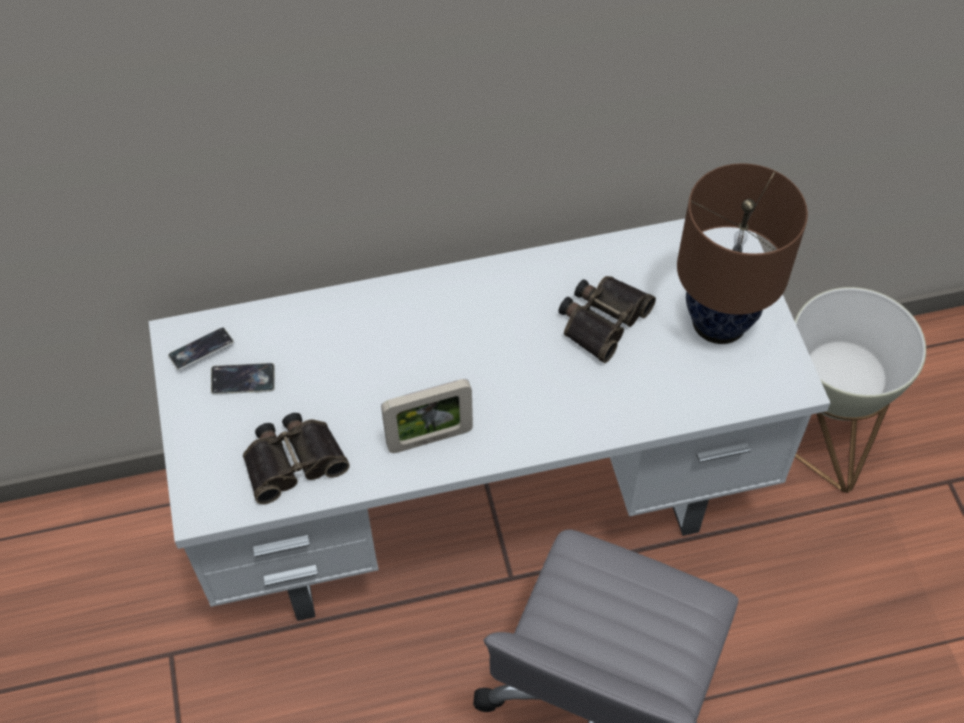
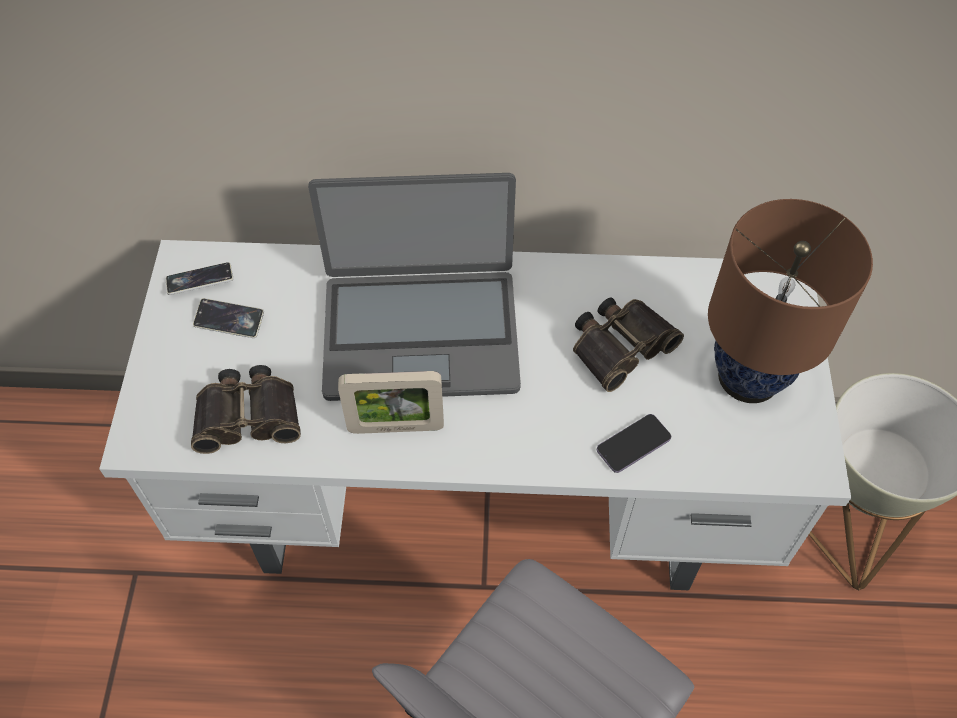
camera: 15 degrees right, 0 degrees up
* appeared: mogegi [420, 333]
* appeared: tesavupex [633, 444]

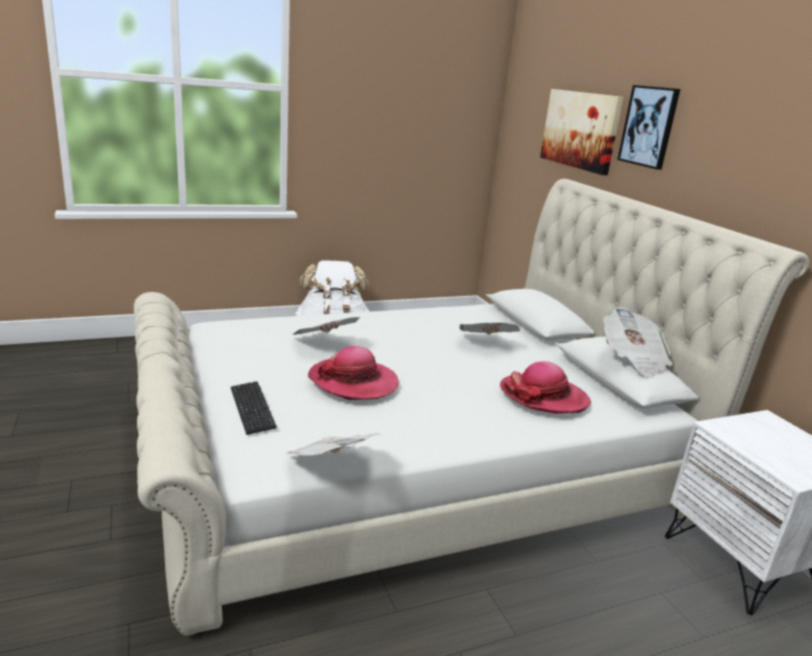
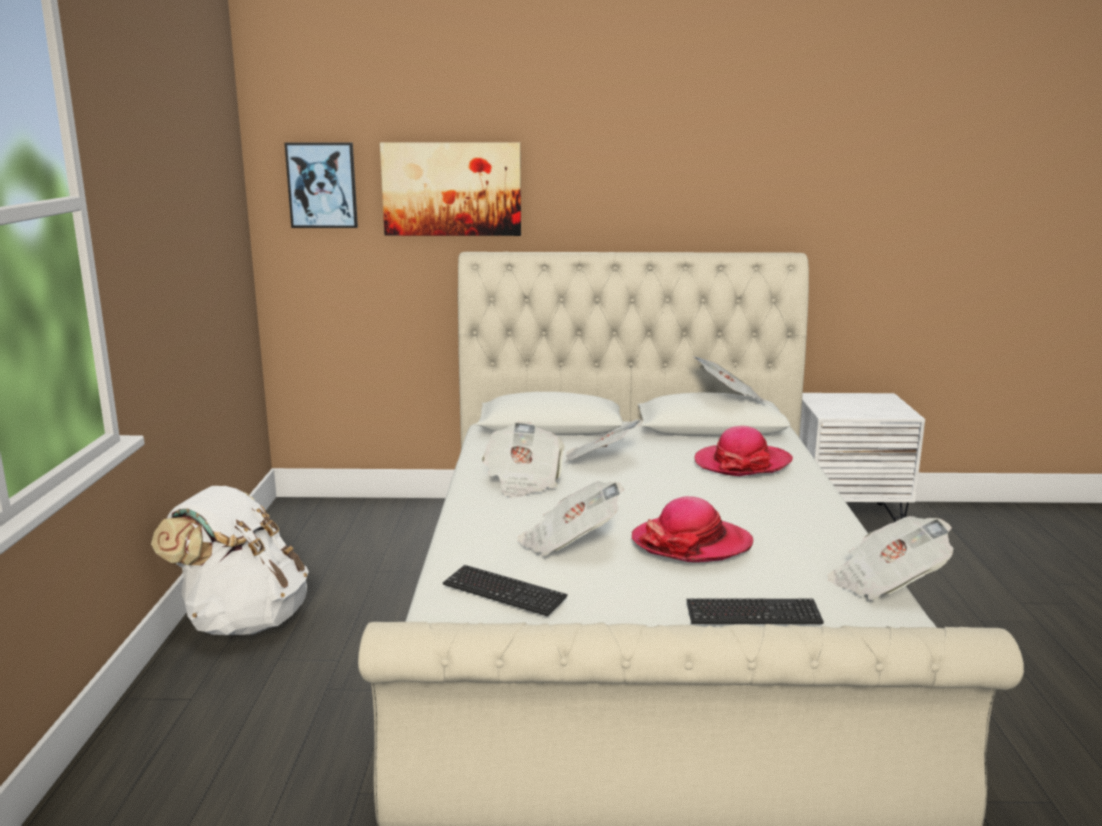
camera: 65 degrees left, 5 degrees down
* relocated: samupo [649, 126] to [322, 185]
* appeared: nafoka [504, 592]
* appeared: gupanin [523, 481]

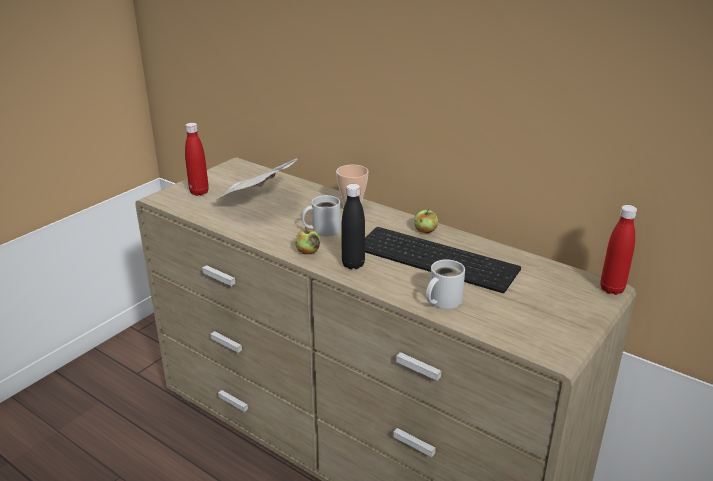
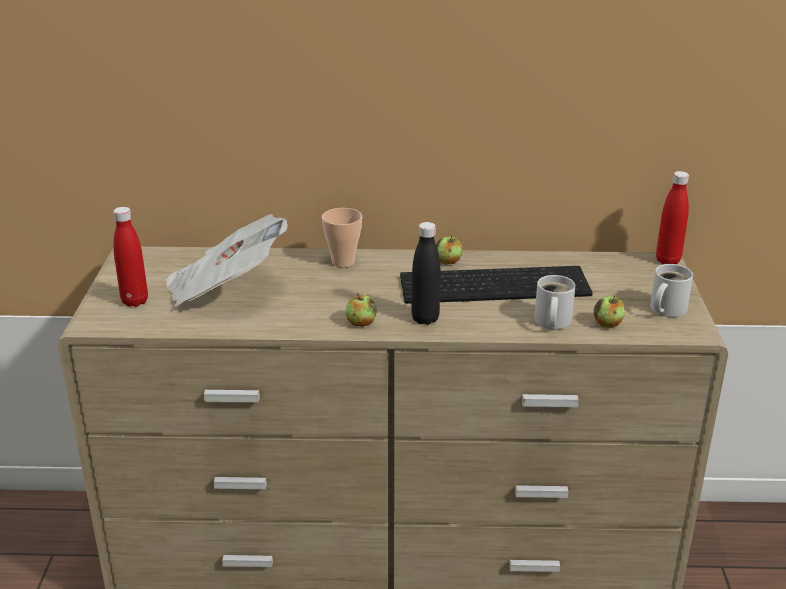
camera: 35 degrees left, 0 degrees up
* appeared: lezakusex [607, 324]
* relocated: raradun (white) [323, 229] to [665, 309]

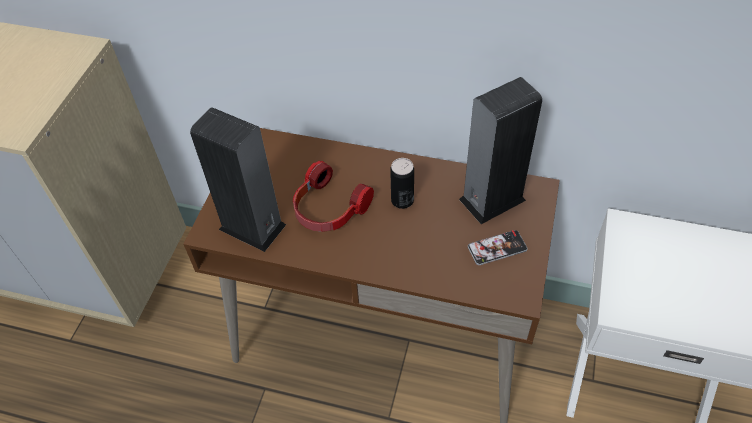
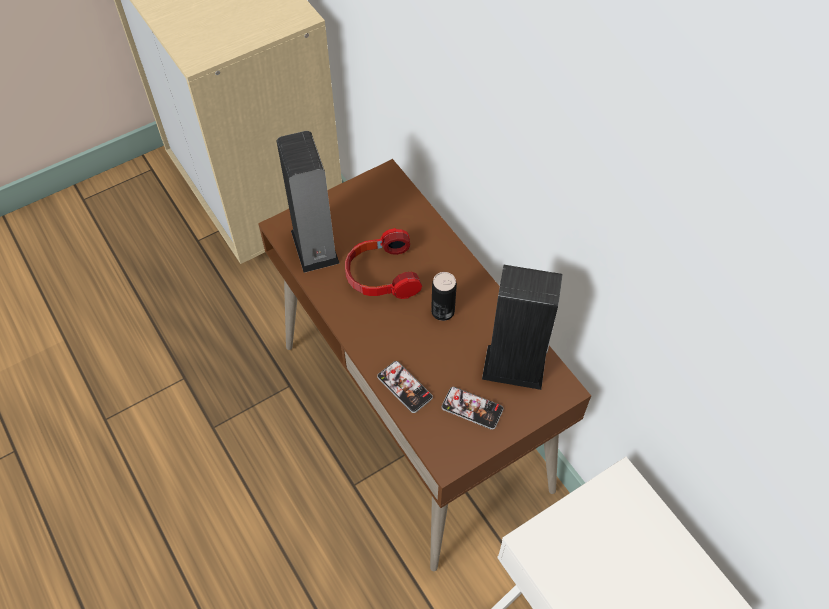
camera: 40 degrees right, 5 degrees up
* appeared: tesavupex [404, 387]

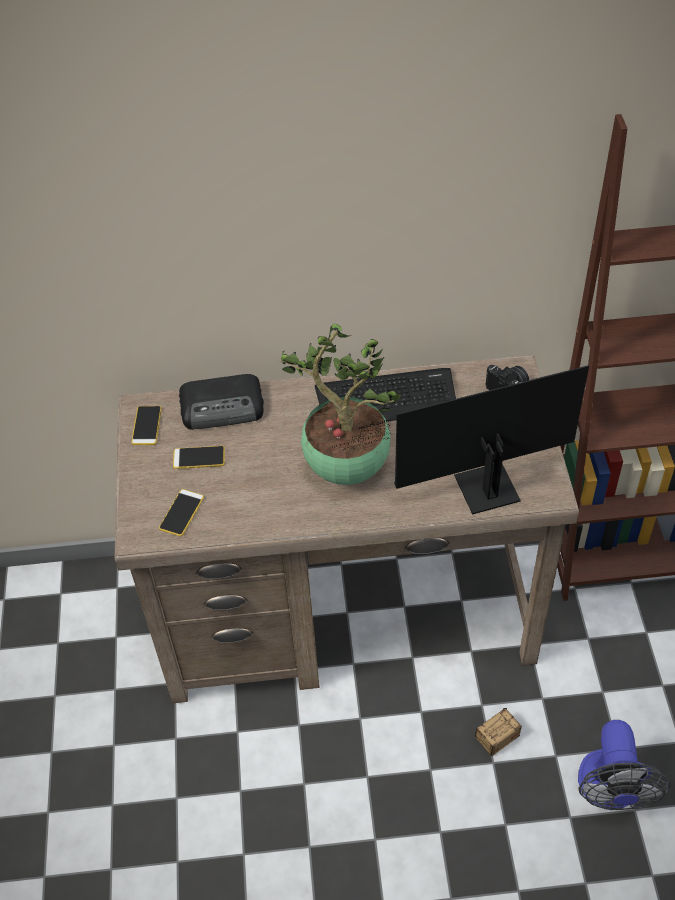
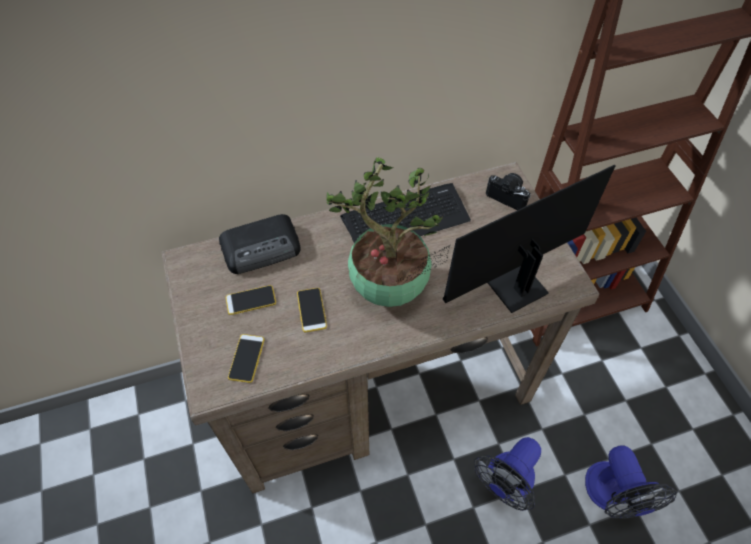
camera: 15 degrees left, 5 degrees up
* relocated: tesavupex [147, 426] to [311, 310]
* exchanged: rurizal [477, 751] to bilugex [505, 483]

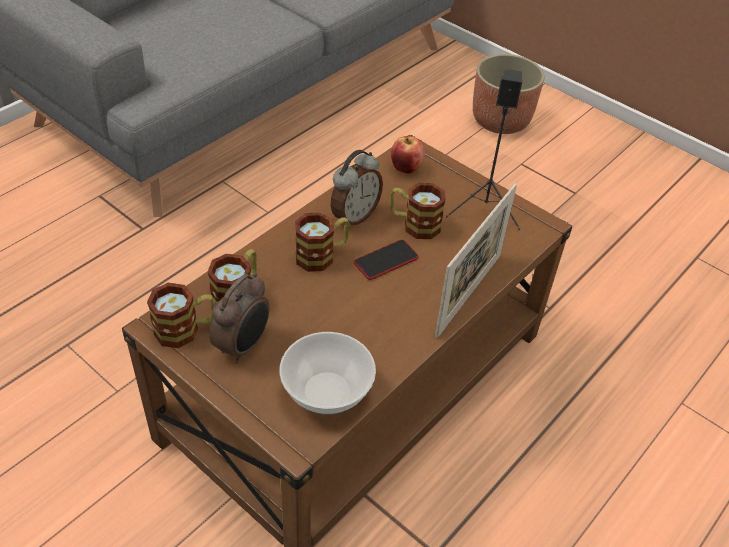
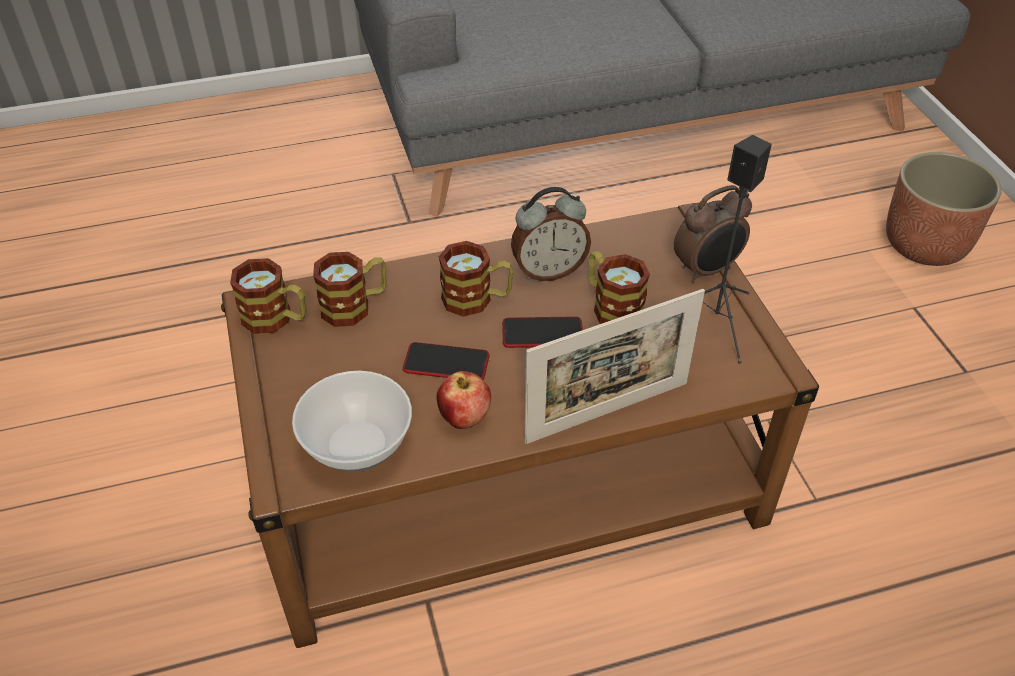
camera: 35 degrees right, 0 degrees up
* appeared: tesavupex [446, 363]
* relocated: lezakusex [406, 168] to [464, 418]
* relocated: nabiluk [243, 346] to [707, 270]

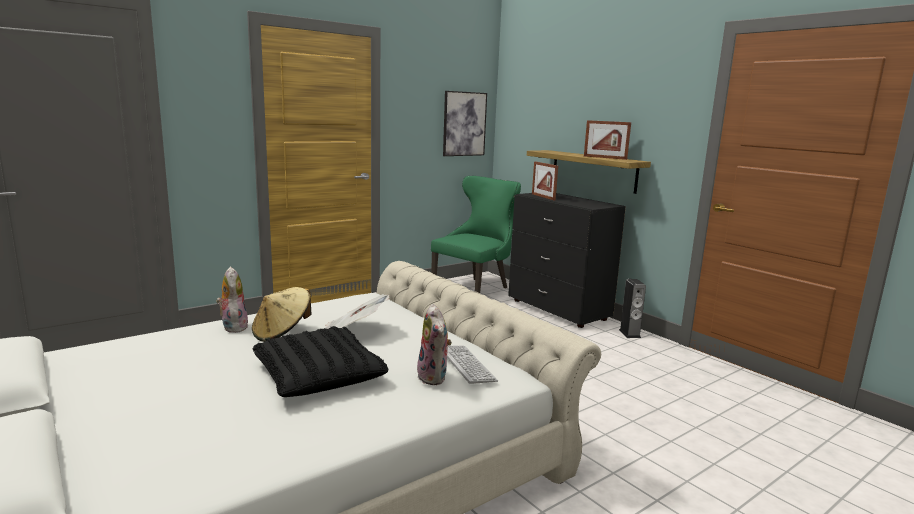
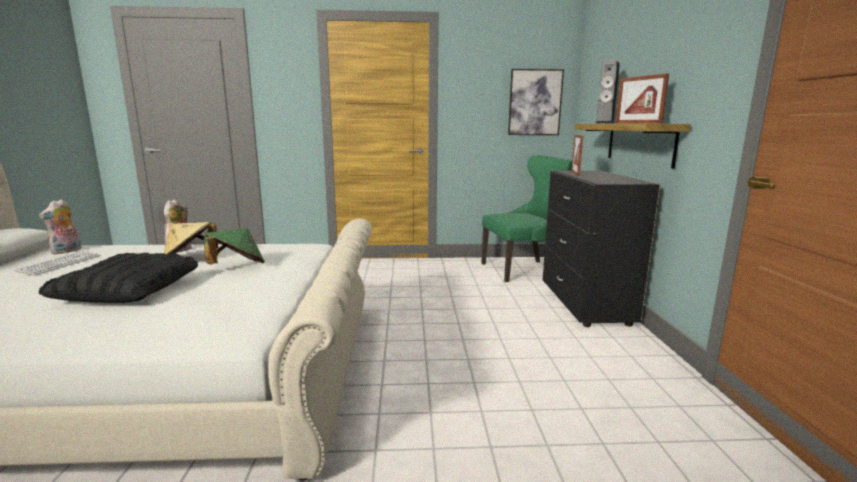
camera: 35 degrees right, 0 degrees up
* relocated: nafoka [467, 365] to [60, 264]
* relocated: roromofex [434, 377] to [67, 251]
* exchanged: gupanin [355, 330] to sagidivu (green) [236, 267]
* relocated: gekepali [629, 333] to [604, 123]

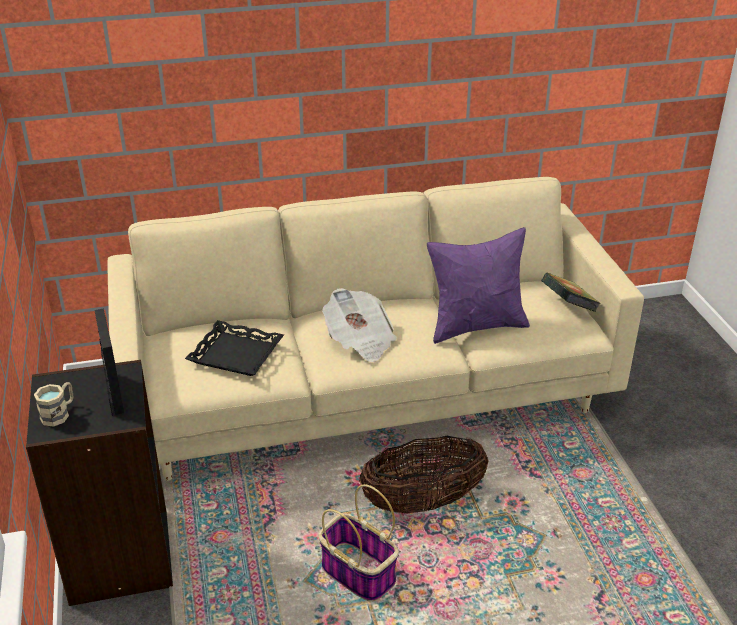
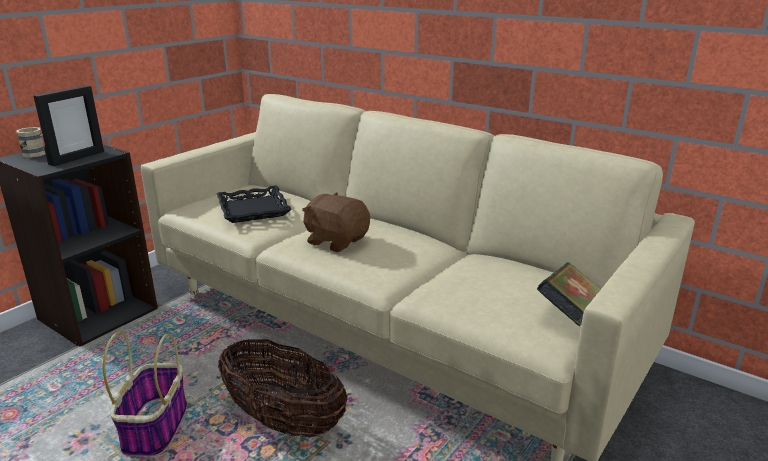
camera: 50 degrees right, 10 degrees down
* exchanged: gupanin [360, 341] to roromofex (brown) [336, 241]
* missing: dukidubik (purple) [476, 326]

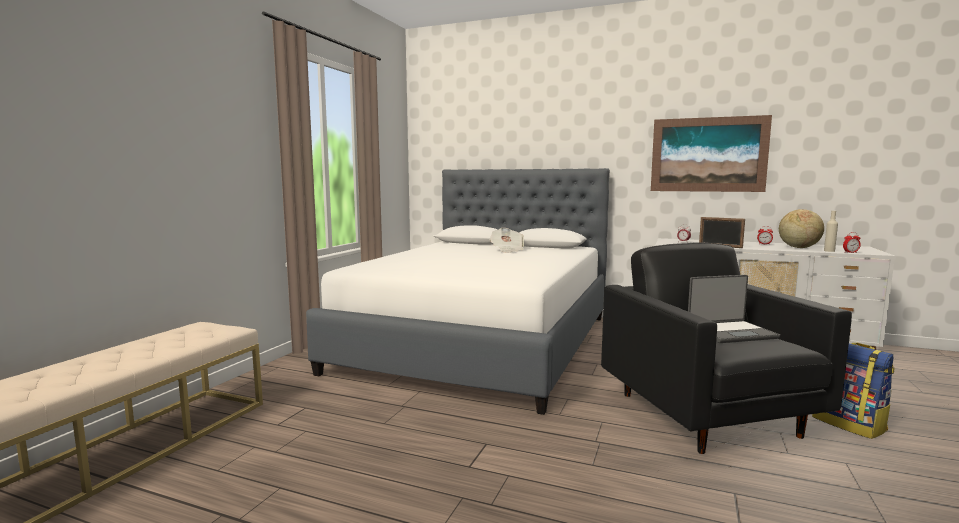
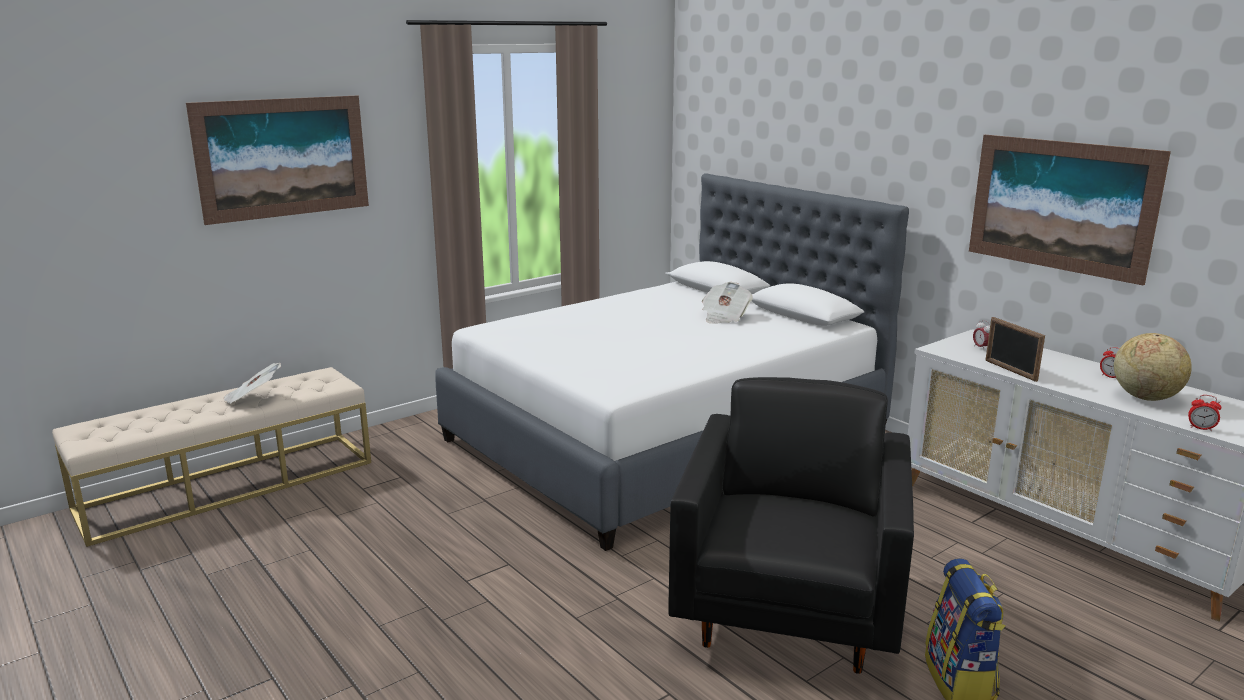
camera: 30 degrees right, 10 degrees up
* appeared: samupo [283, 157]
* appeared: gupanin [253, 398]
* missing: mogegi [730, 333]
* missing: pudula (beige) [829, 251]

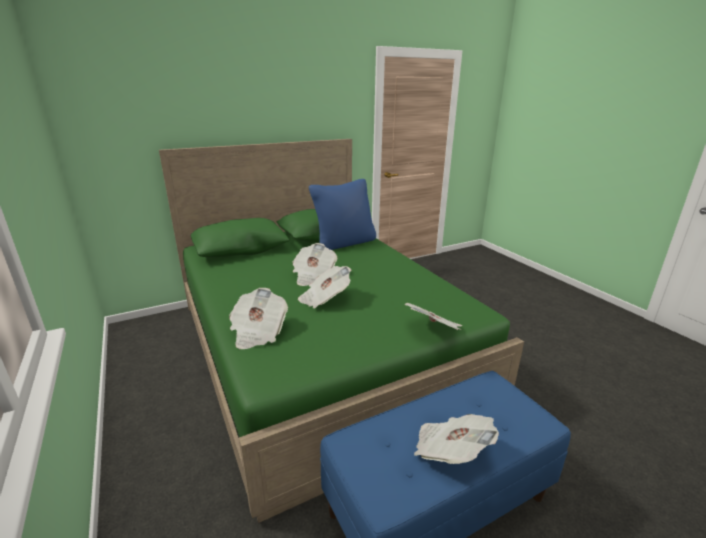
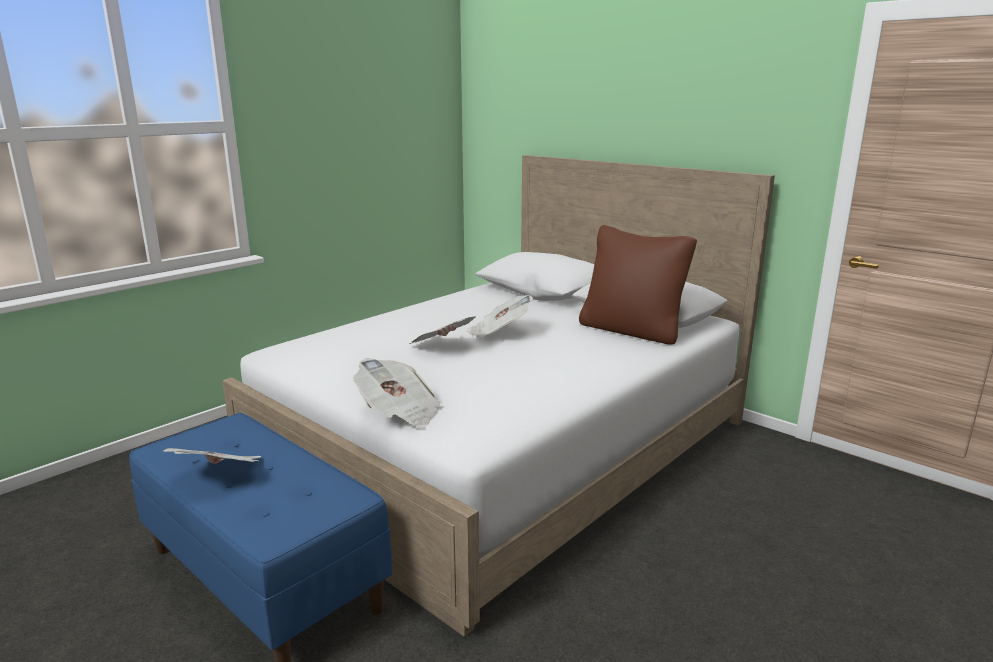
camera: 70 degrees right, 5 degrees down
* colour: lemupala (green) [321, 349] to lemupala (white) [507, 446]
* colour: dukidubik (blue) [344, 243] to dukidubik (brown) [632, 330]
* missing: gupanin [258, 332]

